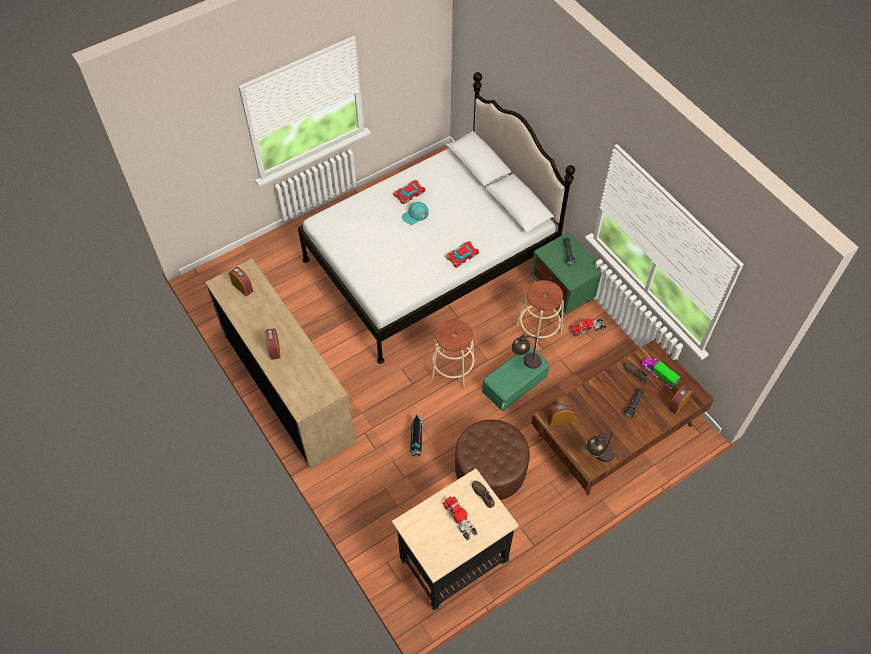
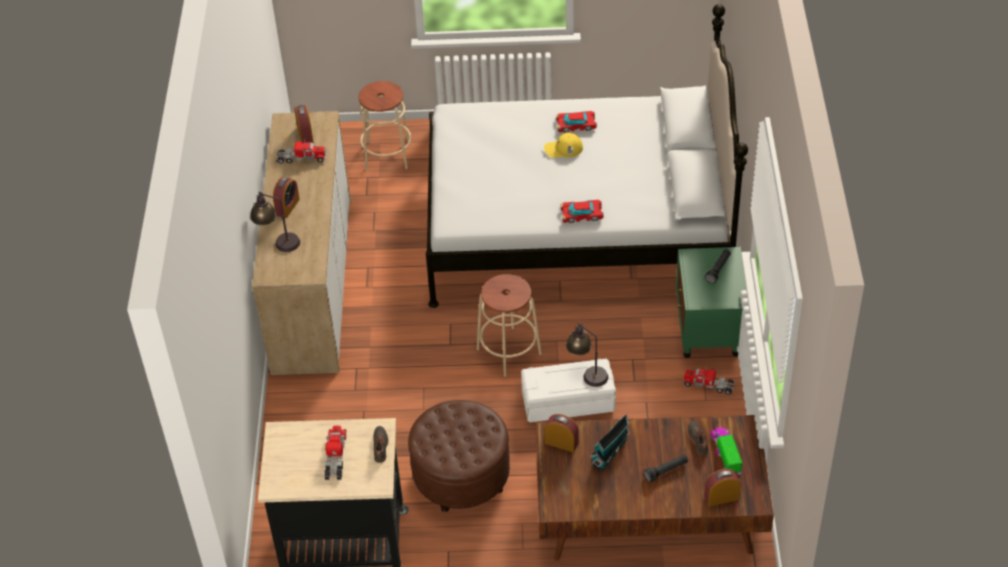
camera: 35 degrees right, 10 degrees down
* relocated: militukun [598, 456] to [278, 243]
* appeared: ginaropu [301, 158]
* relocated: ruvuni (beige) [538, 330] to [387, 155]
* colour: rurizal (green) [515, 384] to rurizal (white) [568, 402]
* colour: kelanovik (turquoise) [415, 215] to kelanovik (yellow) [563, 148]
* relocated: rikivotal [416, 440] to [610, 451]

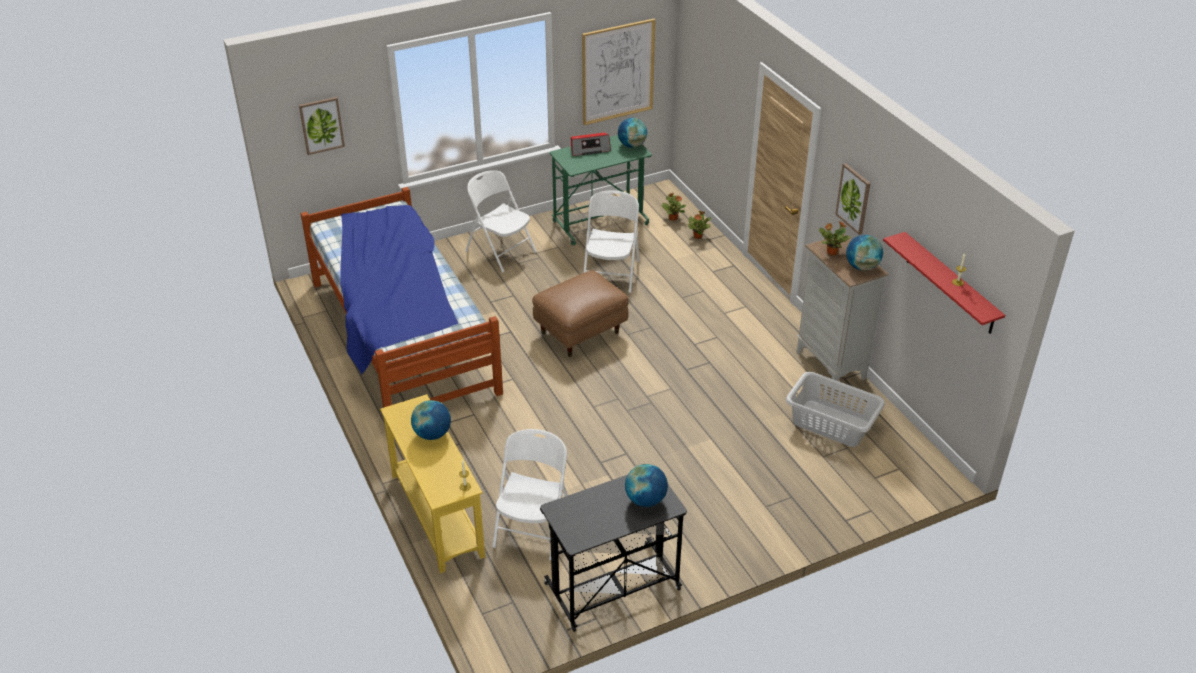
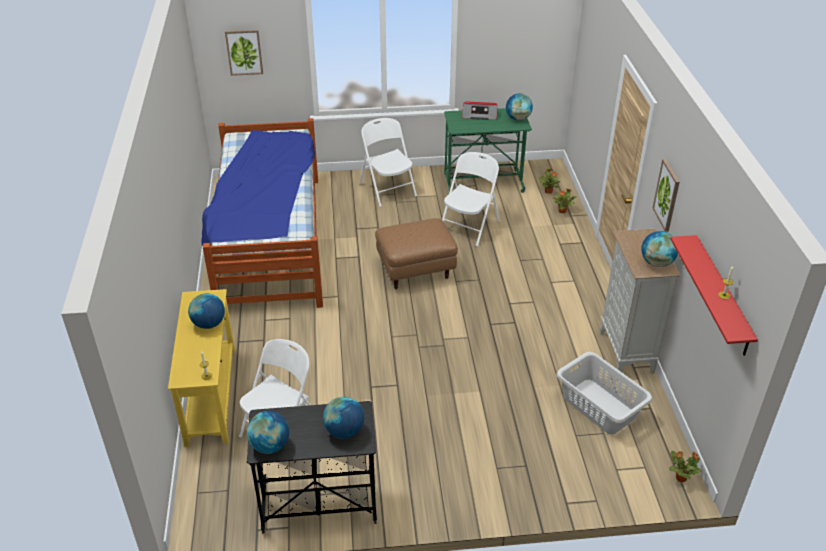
camera: 20 degrees right, 0 degrees up
* appeared: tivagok [270, 446]
* relocated: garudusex [831, 252] to [680, 477]
* missing: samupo [618, 72]

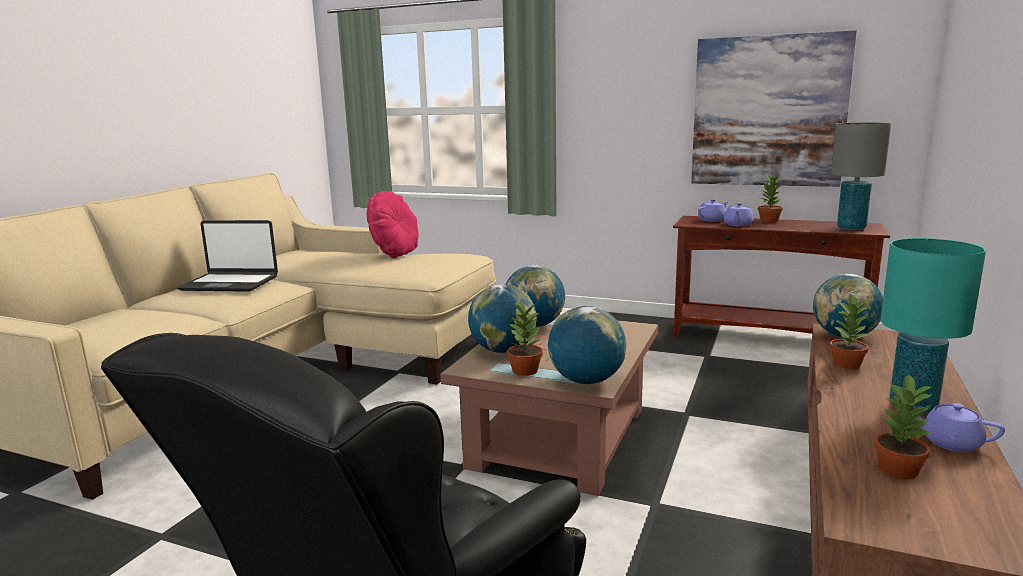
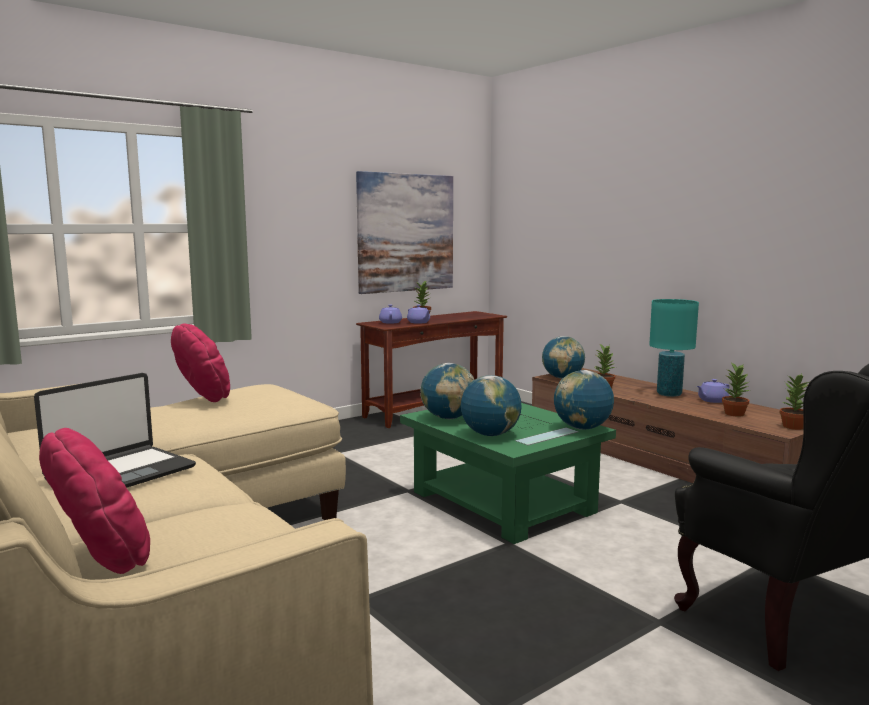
camera: 60 degrees left, 5 degrees down
* appeared: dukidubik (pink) [101, 566]
* colour: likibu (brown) [559, 437] to likibu (green) [501, 502]
* relocated: garudusex [524, 370] to [792, 427]
* missing: militukun (grey) [851, 228]

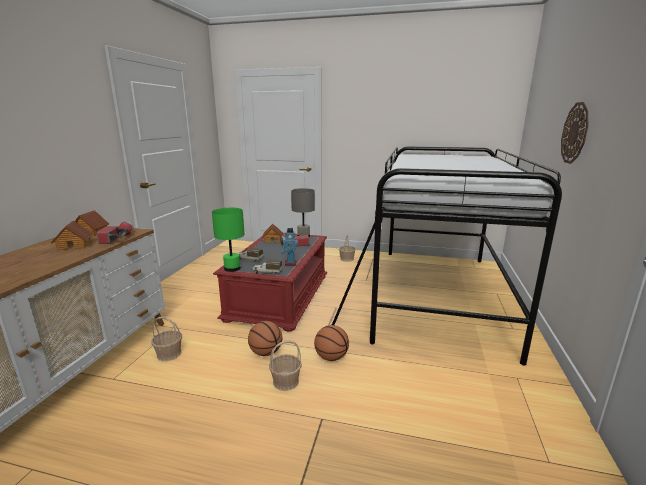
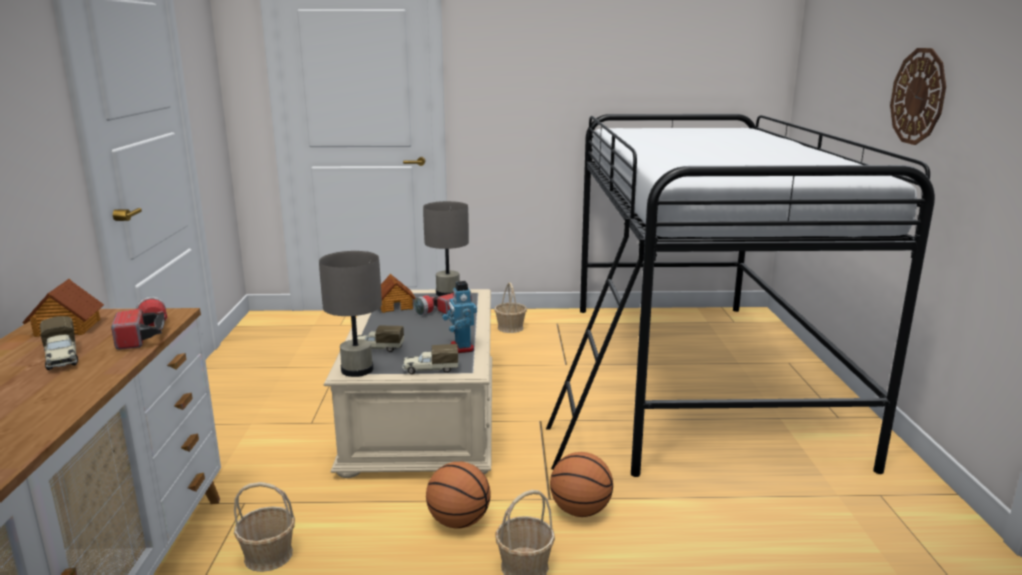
camera: 15 degrees left, 0 degrees up
* exchanged: rikivotal [75, 245] to ginaropu [62, 358]
* colour: militukun (green) [231, 268] to militukun (grey) [356, 370]
* colour: likibu (red) [279, 297] to likibu (beige) [424, 414]

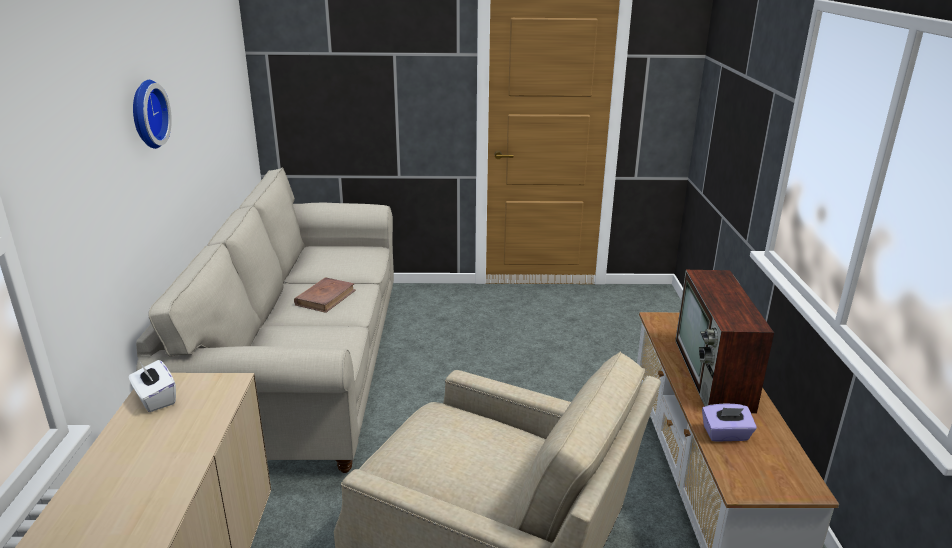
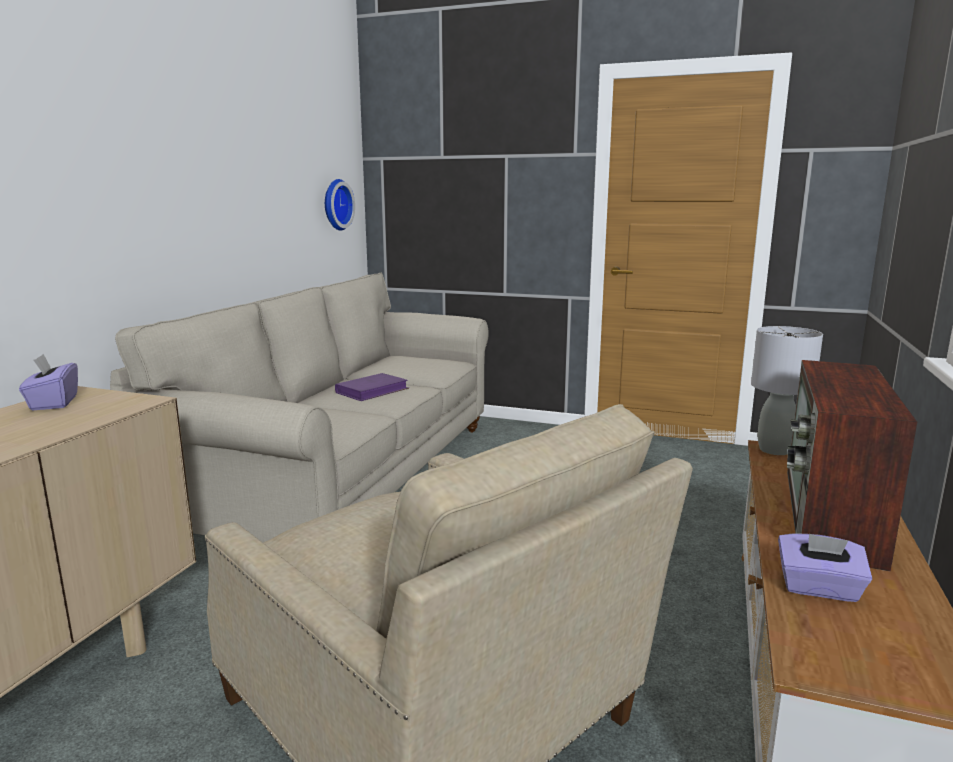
camera: 20 degrees right, 10 degrees down
* colour: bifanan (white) [155, 399] to bifanan (purple) [53, 403]
* relocated: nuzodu [146, 114] to [335, 205]
* colour: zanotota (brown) [325, 297] to zanotota (purple) [372, 391]
* appeared: militukun (grey) [775, 450]

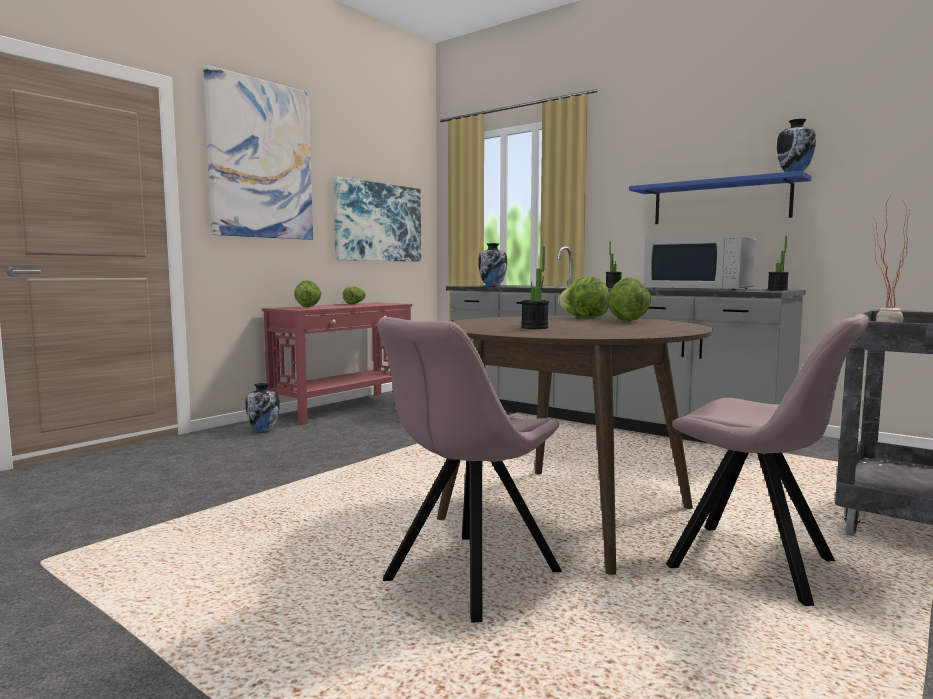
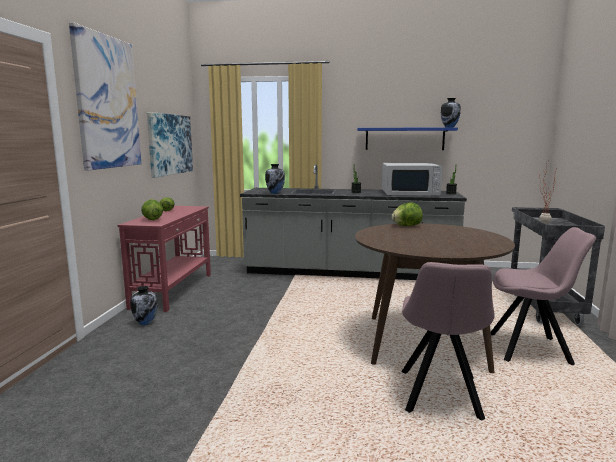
camera: 30 degrees left, 5 degrees up
* missing: garudusex [534, 328]
* missing: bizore [626, 321]

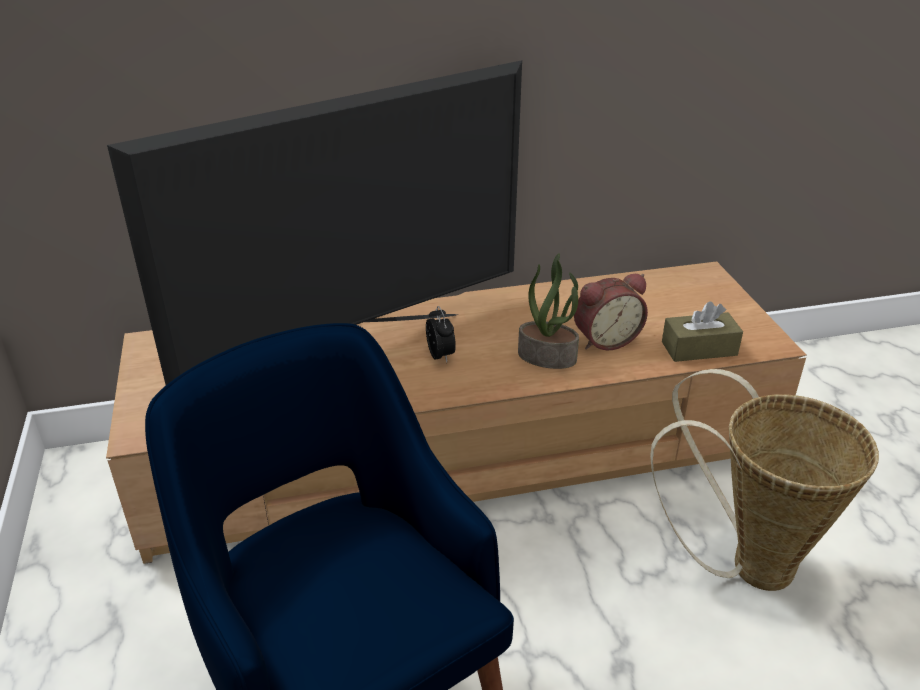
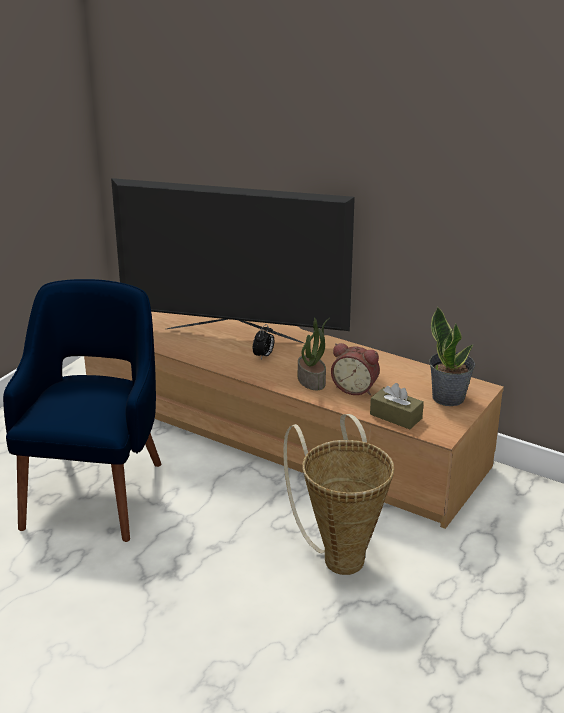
camera: 45 degrees right, 5 degrees down
* appeared: garudusex [448, 397]

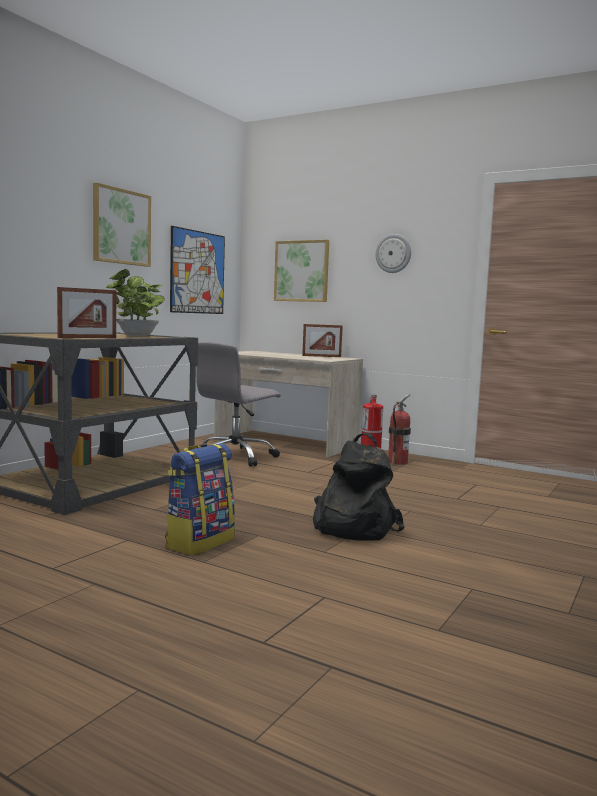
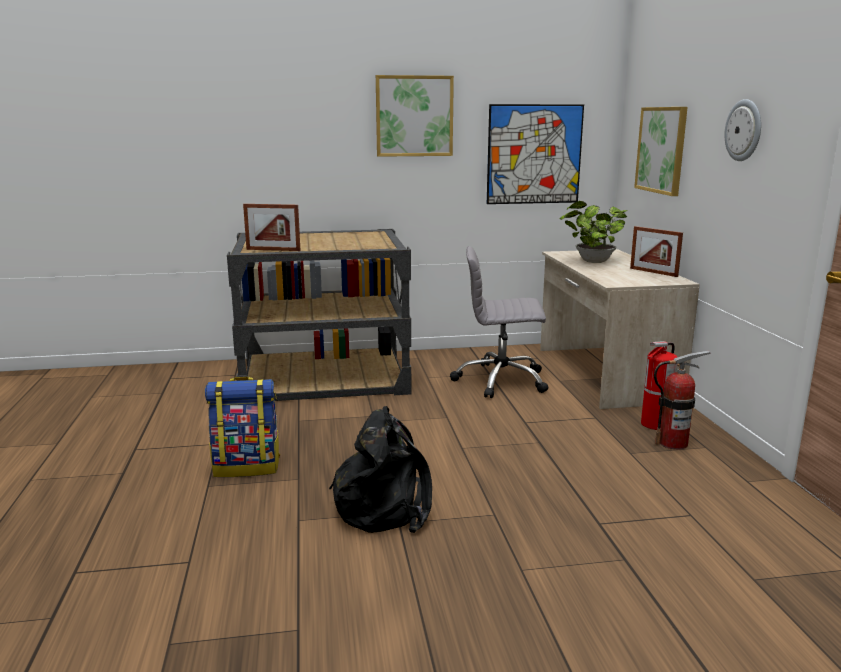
camera: 50 degrees right, 10 degrees up
* relocated: garudusex [135, 336] to [592, 261]

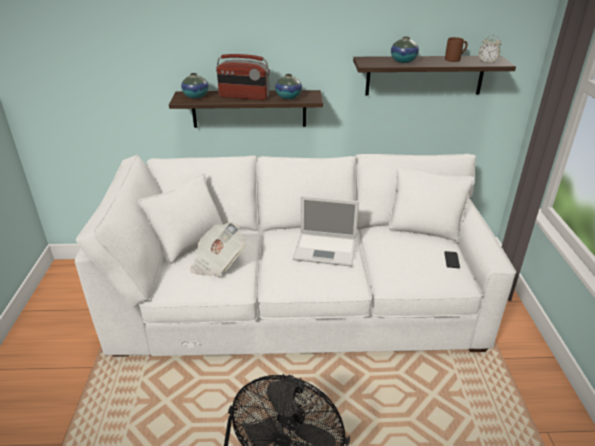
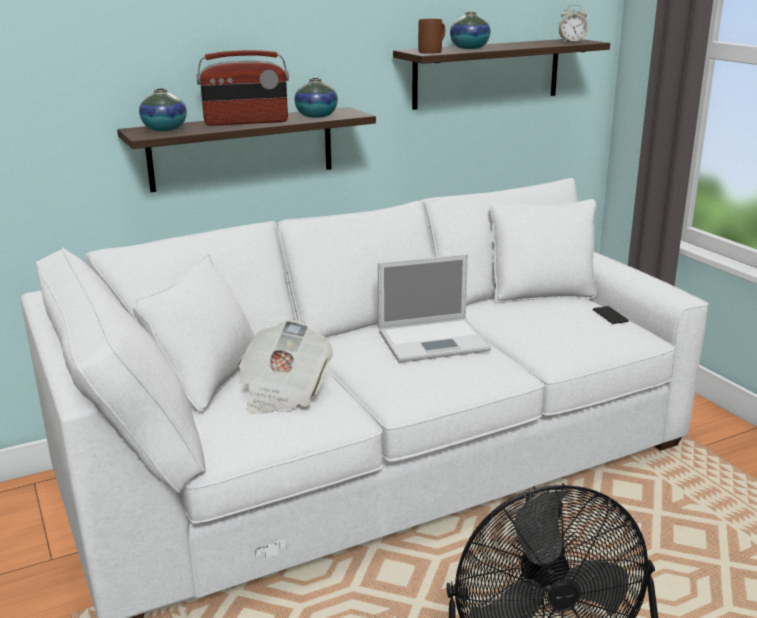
camera: 25 degrees left, 10 degrees down
* relocated: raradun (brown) [455, 59] to [433, 51]

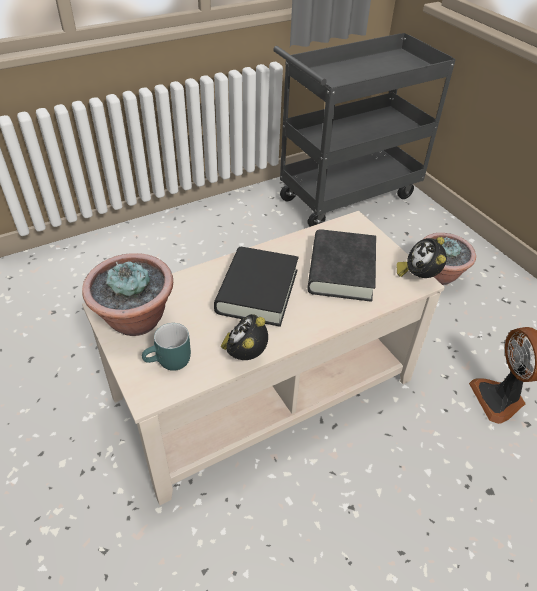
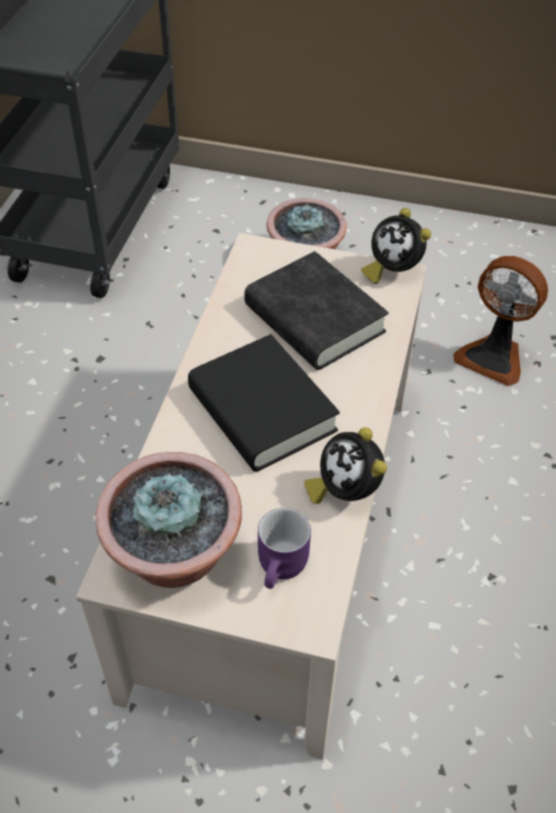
camera: 45 degrees left, 5 degrees up
* colour: raradun (turquoise) [170, 363] to raradun (purple) [284, 568]

